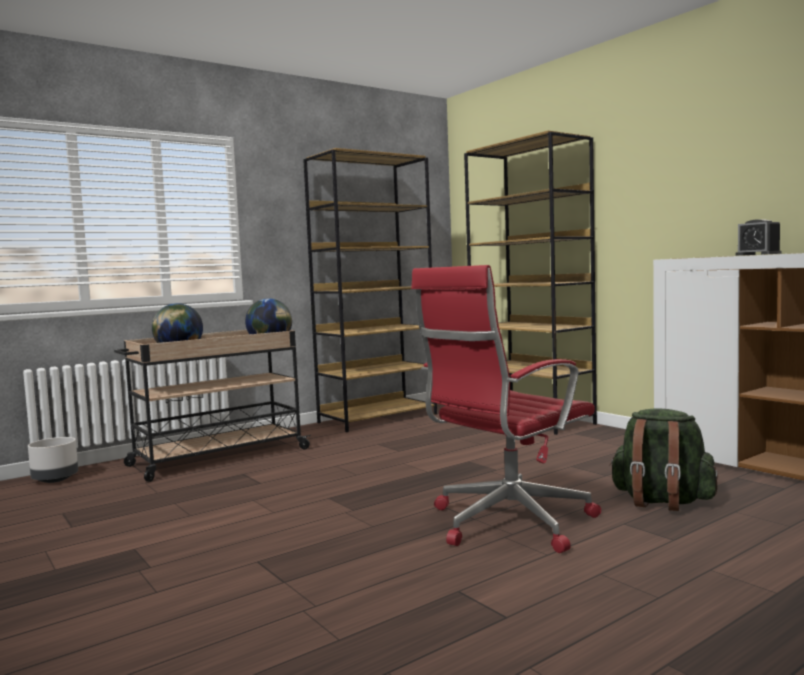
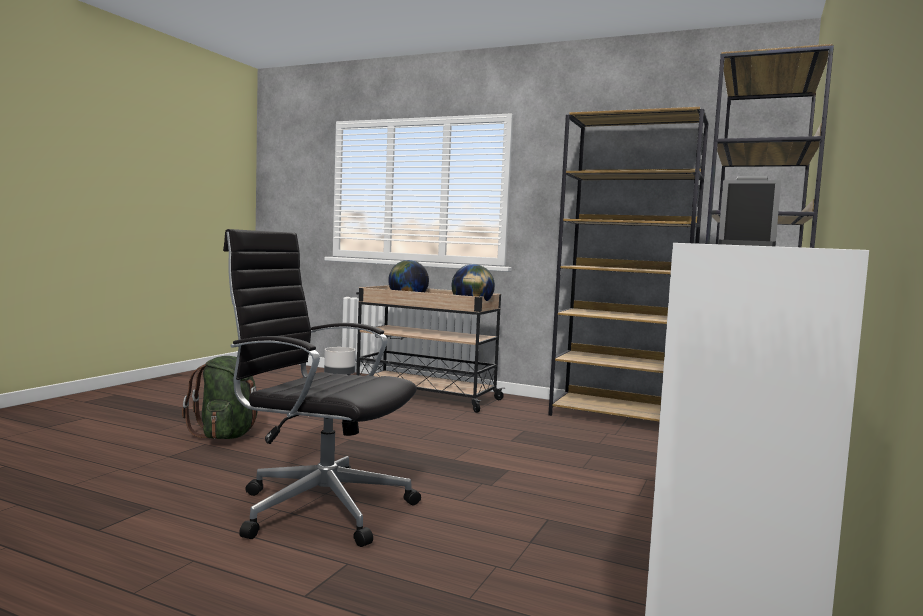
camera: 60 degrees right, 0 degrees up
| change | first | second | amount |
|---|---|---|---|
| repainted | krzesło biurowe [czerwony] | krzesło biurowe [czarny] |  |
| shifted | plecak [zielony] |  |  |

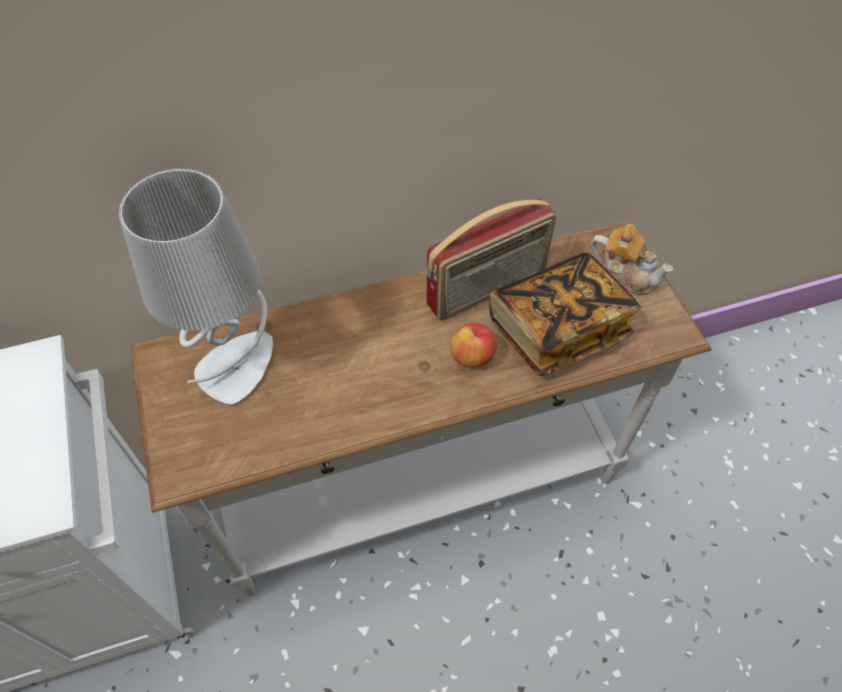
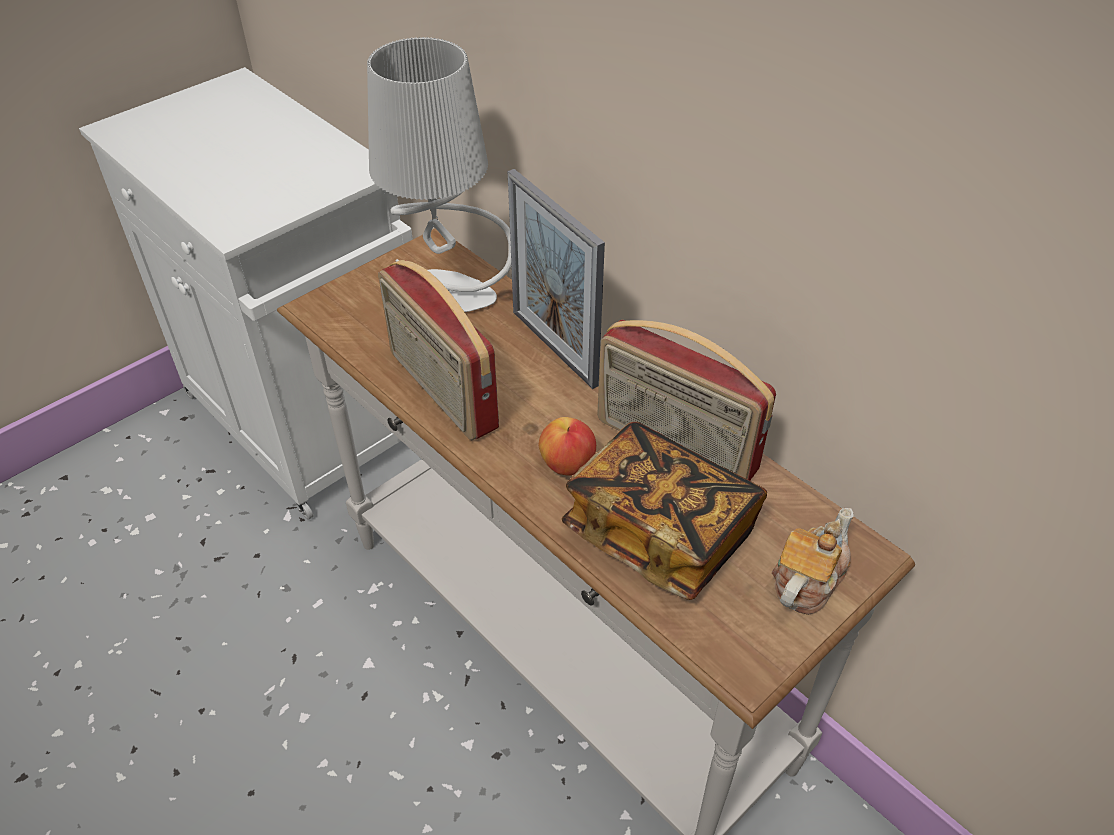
camera: 65 degrees right, 10 degrees down
| change | first | second | amount |
|---|---|---|---|
| rotated | imbryk |  | 150 degrees counterclockwise |
| new |  | radio (no. 1 from left) |  |
| new |  | ramka na zdjęcie |  |

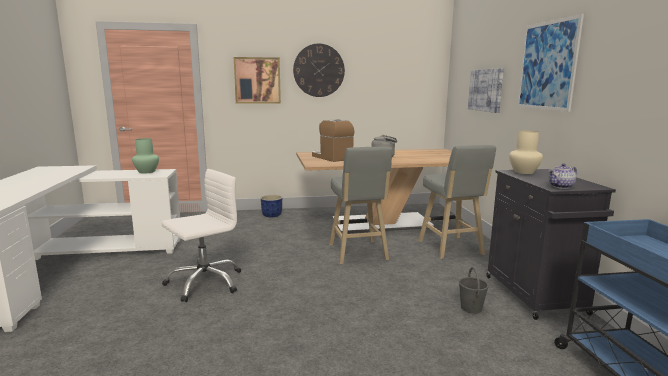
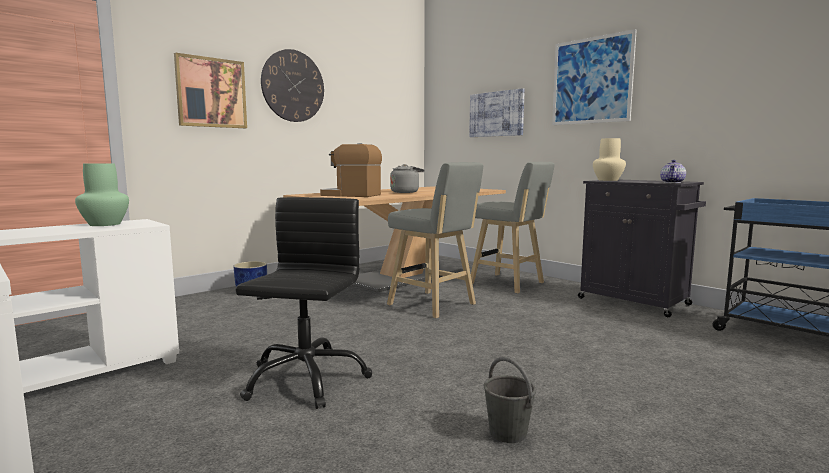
camera: 35 degrees left, 5 degrees down
| change | first | second | amount |
|---|---|---|---|
| repainted | krzesło biurowe [biały] | krzesło biurowe [czarny] |  |
| shifted | wiadro [szary] |  |  |

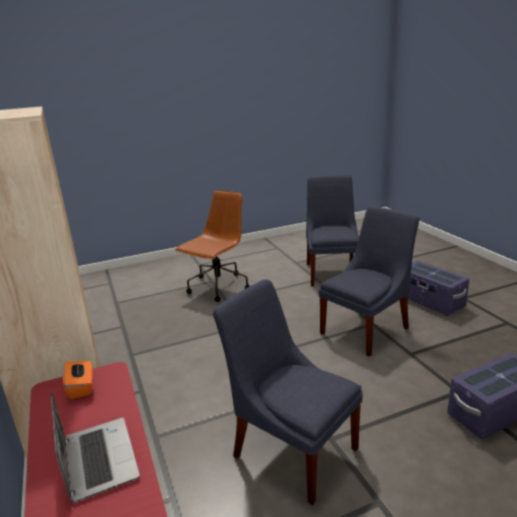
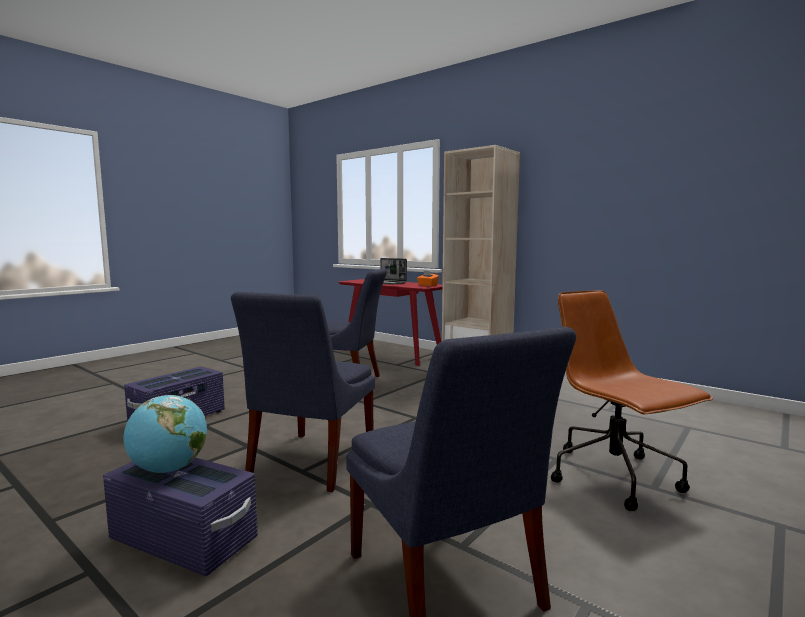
camera: 150 degrees right, 15 degrees down
| change | first | second | amount |
|---|---|---|---|
| rotated | krzesło biurowe [brązowy] |  | 150 degrees clockwise |
| new |  | globus |  |

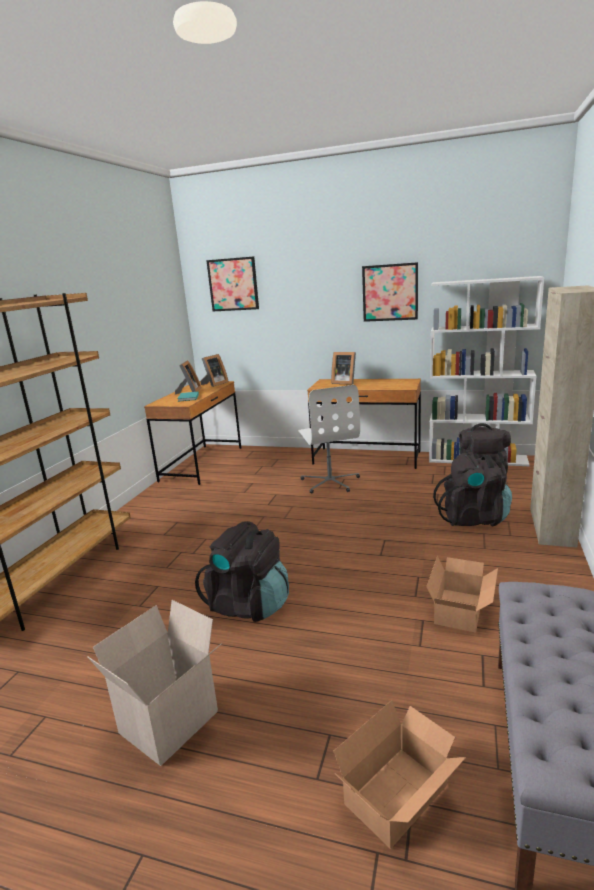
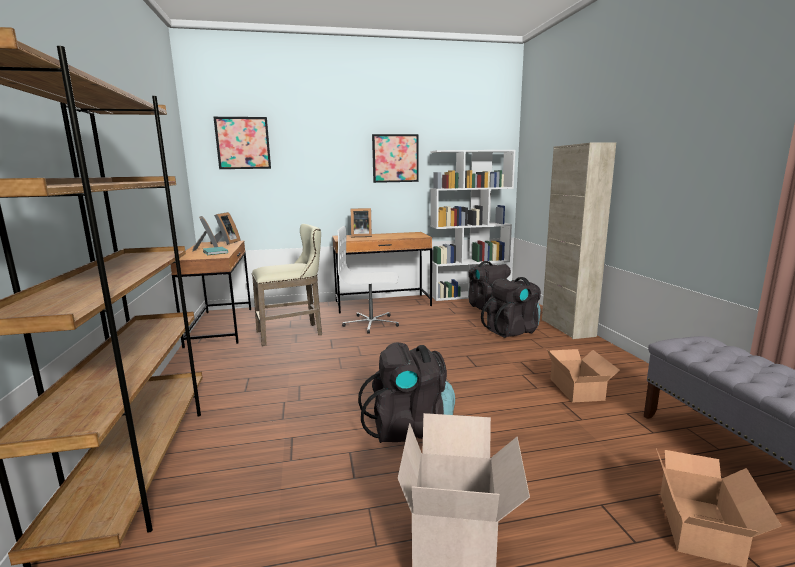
camera: 30 degrees left, 5 degrees down
| change | first | second | amount |
|---|---|---|---|
| rotated | krzesło biurowe [biały] |  | 135 degrees clockwise |
| new |  | stołek [beżowy] |  |

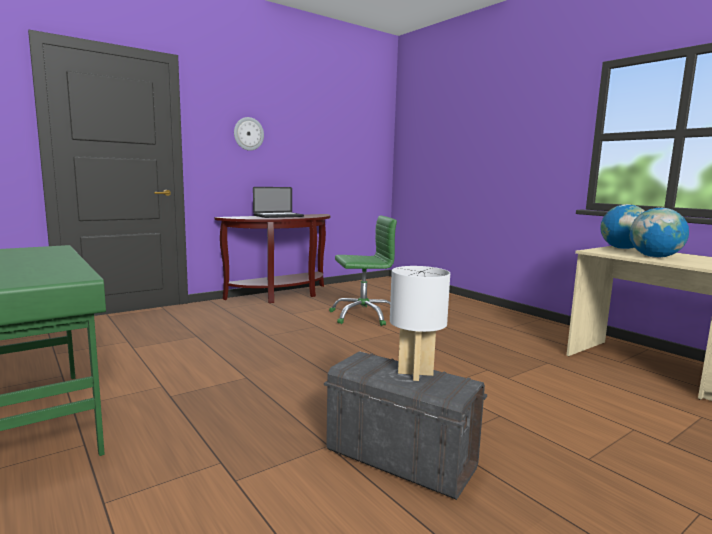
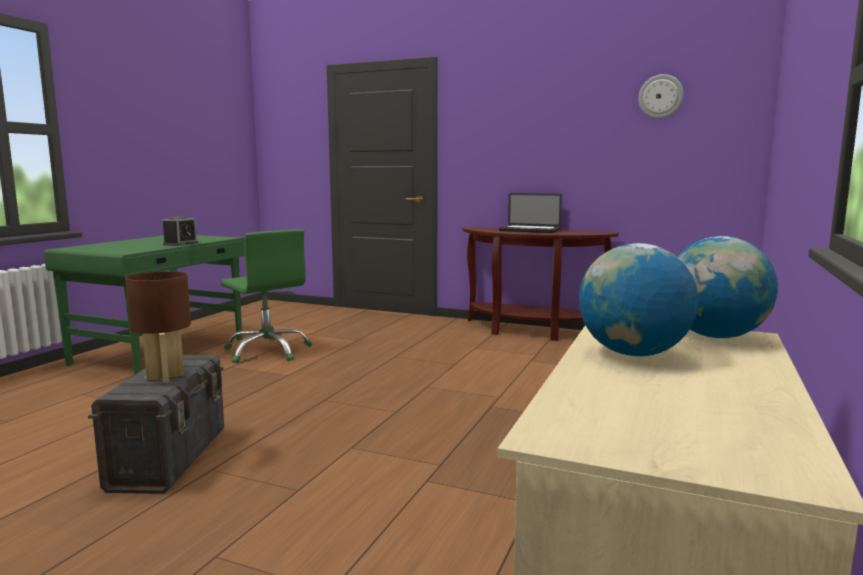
camera: 60 degrees right, 0 degrees up
| change | first | second | amount |
|---|---|---|---|
| shifted | zegar ścienny |  |  |
| shifted | krzesło biurowe [zielony] |  |  |
| repainted | lampa stołowa [biały] | lampa stołowa [brązowy] |  |
| new |  | budzik |  |

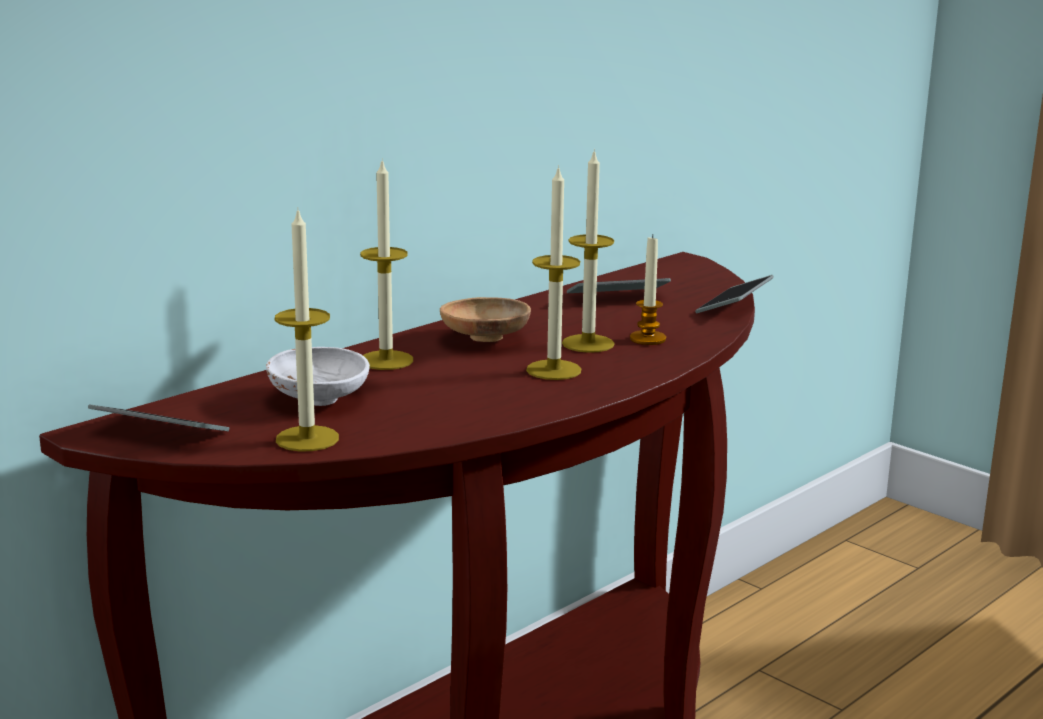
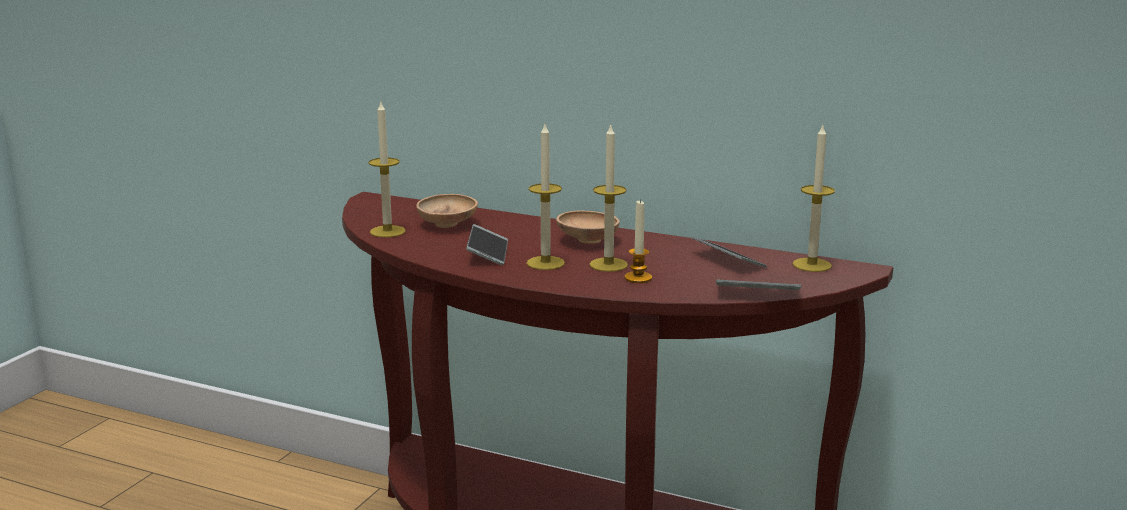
camera: 70 degrees right, 0 degrees up
| change | first | second | amount |
|---|---|---|---|
| shifted | telefon (no. 1 from left) |  |  |
| repainted | miska [biały] | miska [brązowy] (no. 1 from left) |  |
| shifted | świeca (no. 2 from left in the first image) | świeca (no. 5 from left) |  |

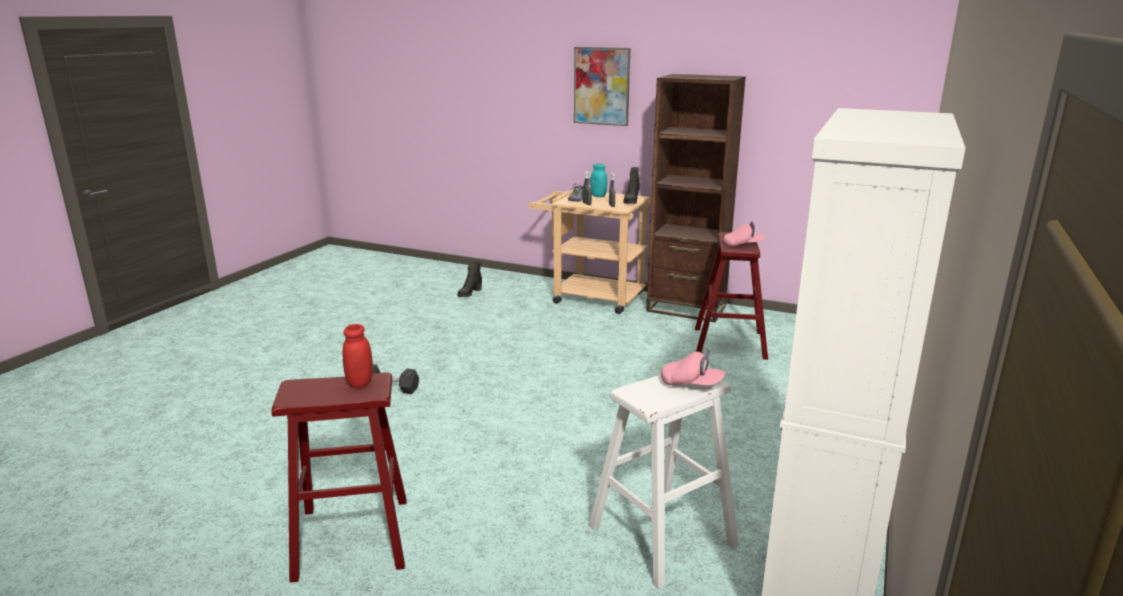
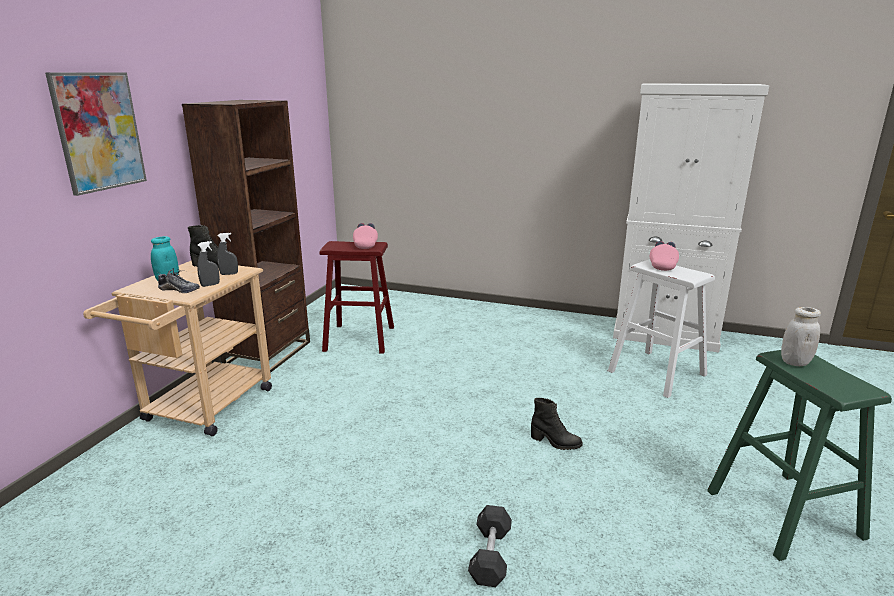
camera: 95 degrees left, 0 degrees up
| change | first | second | amount |
|---|---|---|---|
| repainted | stołek [czerwony] (no. 1 from left) | stołek [zielony] |  |
| repainted | słoik [czerwony] | słoik [biały] |  |
| shifted | but z cholewką [czarny] (no. 1 from left in the first image) | but z cholewką [czarny] (no. 2 from left) |  |

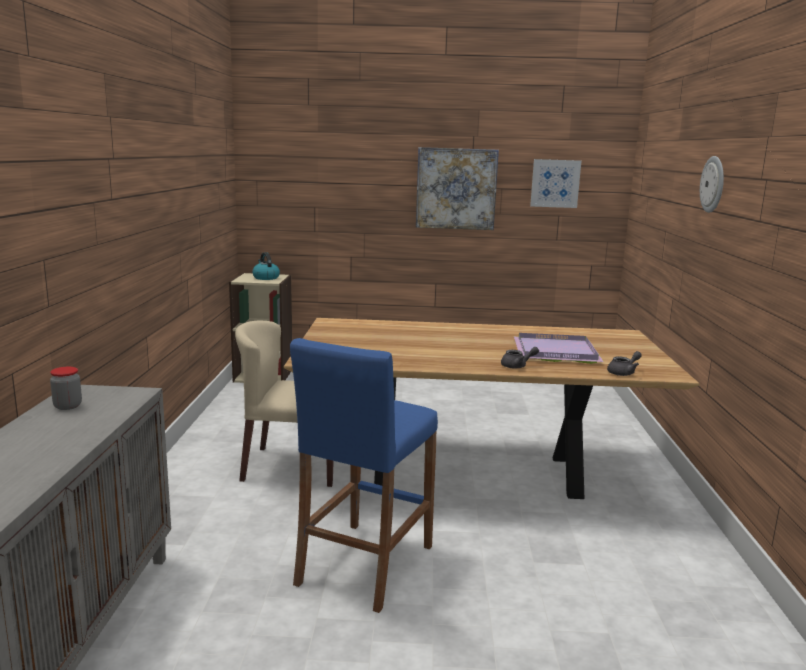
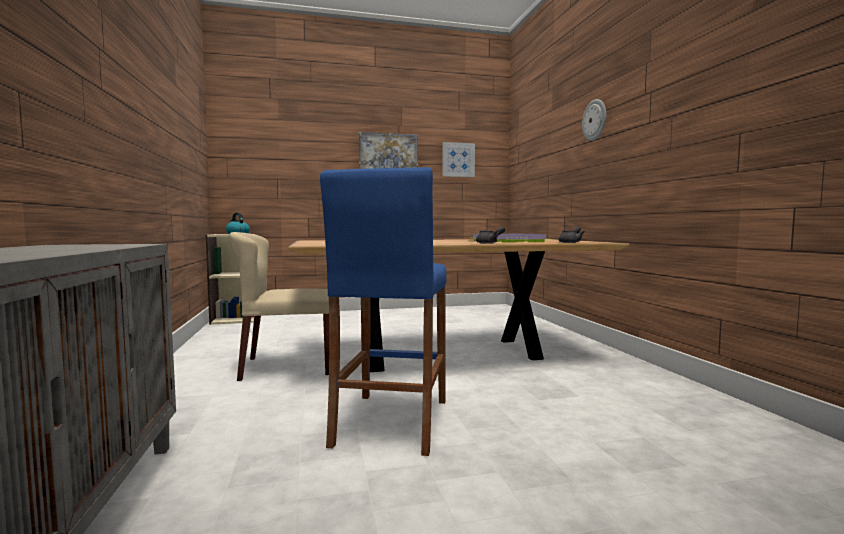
camera: 15 degrees left, 10 degrees down
| change | first | second | amount |
|---|---|---|---|
| gone | słoik |  |  |

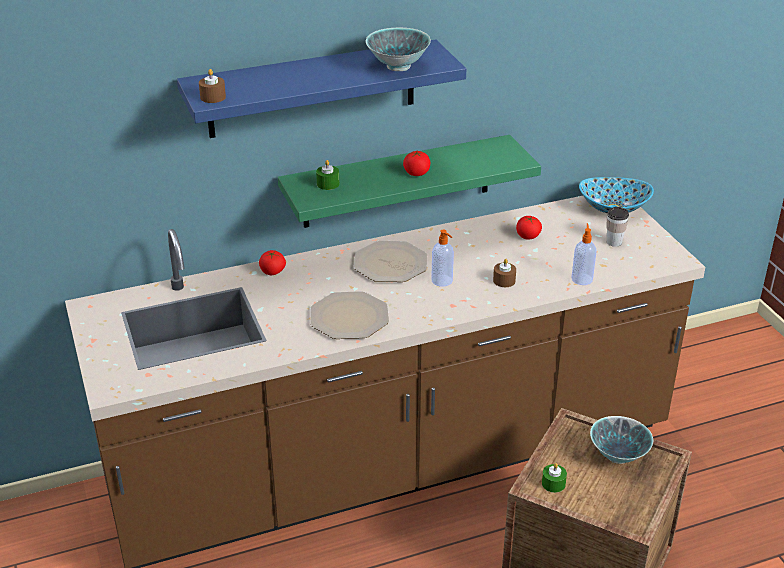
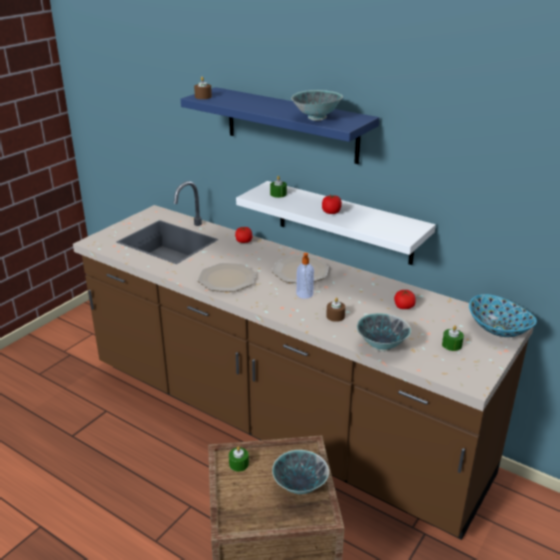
camera: 55 degrees right, 5 degrees down
| change | first | second | amount |
|---|---|---|---|
| repainted | półka [zielony] | półka [biały] |  |
| swapped | dozownik mydła (no. 2 from left) | miska (no. 3 from left) |  |
| swapped | filiżanka | świeca [zielony] (no. 3 from left) |  |

